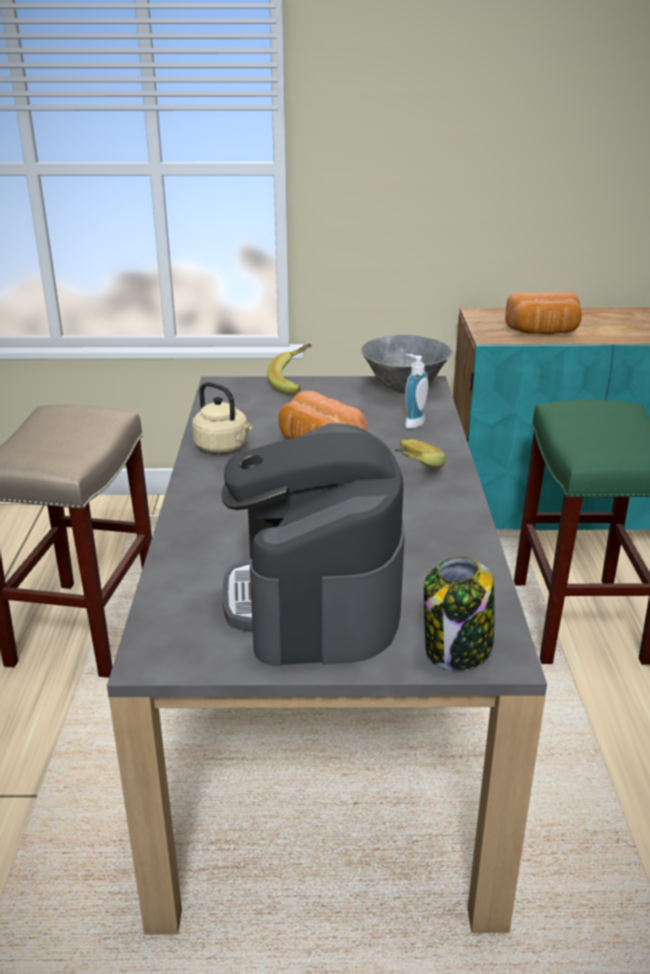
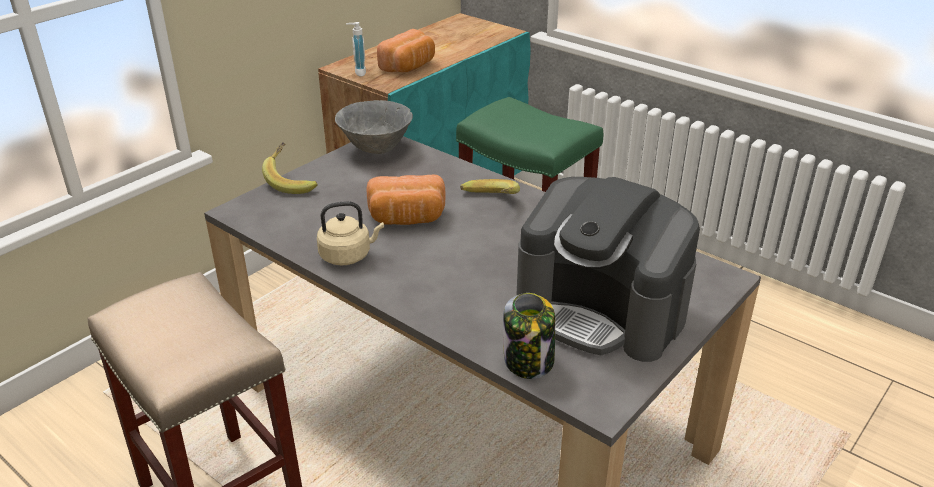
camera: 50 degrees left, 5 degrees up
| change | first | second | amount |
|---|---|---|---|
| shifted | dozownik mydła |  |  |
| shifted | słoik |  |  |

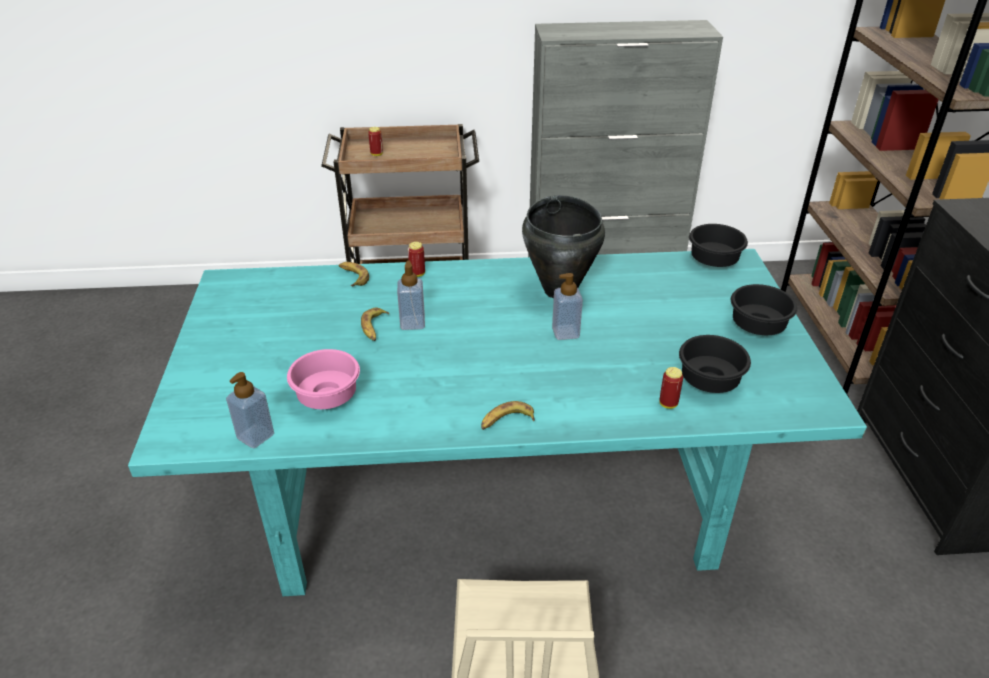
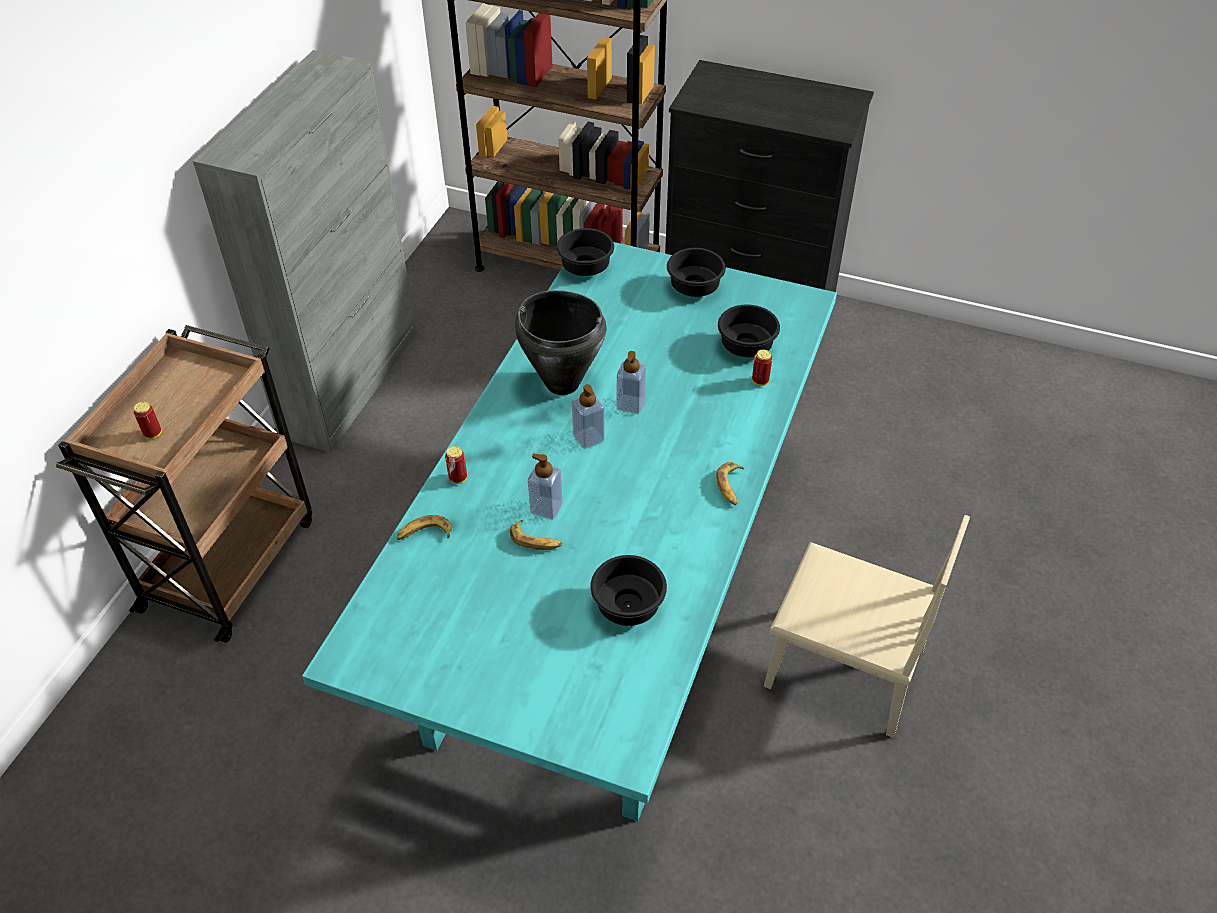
camera: 65 degrees left, 10 degrees up
| change | first | second | amount |
|---|---|---|---|
| shifted | dozownik mydła (no. 1 from left in the first image) | dozownik mydła (no. 2 from left) |  |
| repainted | miska [różowy] | miska [czarny] (no. 2 from left) |  |

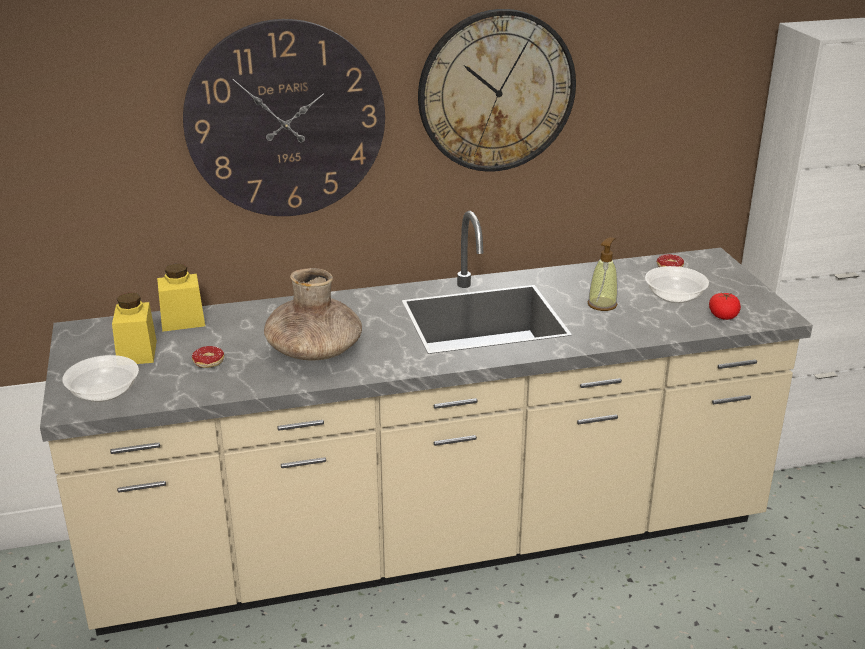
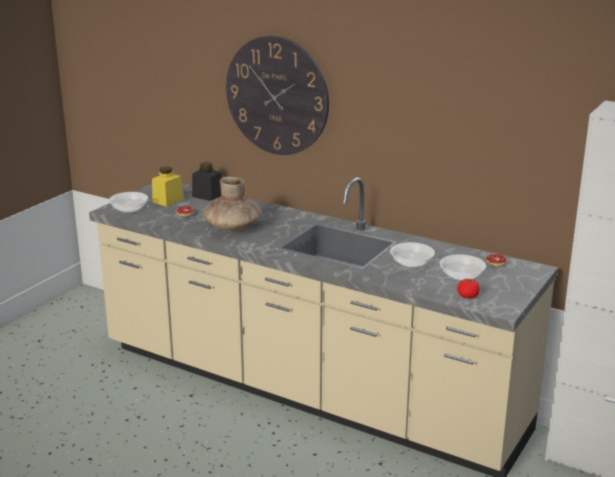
camera: 45 degrees right, 5 degrees down
| change | first | second | amount |
|---|---|---|---|
| repainted | słoik [żółty] (no. 2 from left) | słoik [czarny] |  |
| gone | zegar ścienny (no. 2 from left) |  |  |
| swapped | dozownik mydła | miska (no. 2 from left) |  |

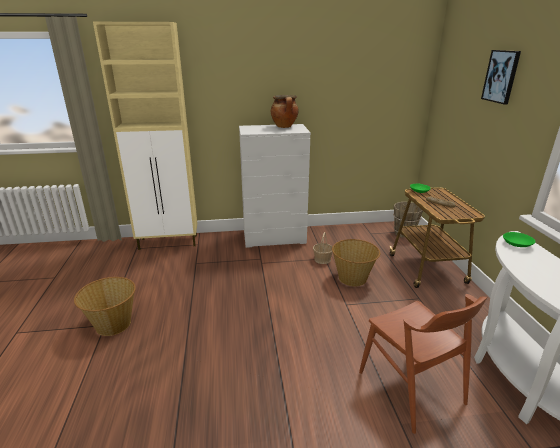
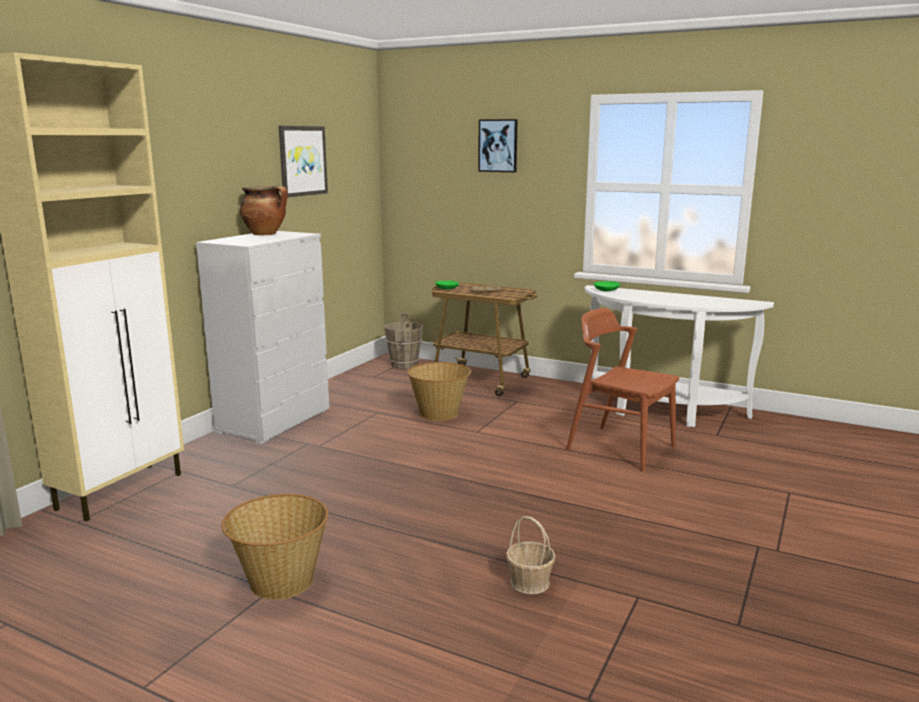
camera: 55 degrees left, 10 degrees down
| change | first | second | amount |
|---|---|---|---|
| shifted | koszyk (no. 2 from left in the first image) | koszyk (no. 3 from left) |  |
| rotated | krzesło [brązowy] |  | 150 degrees counterclockwise |
| new |  | obraz (no. 1 from left) |  |

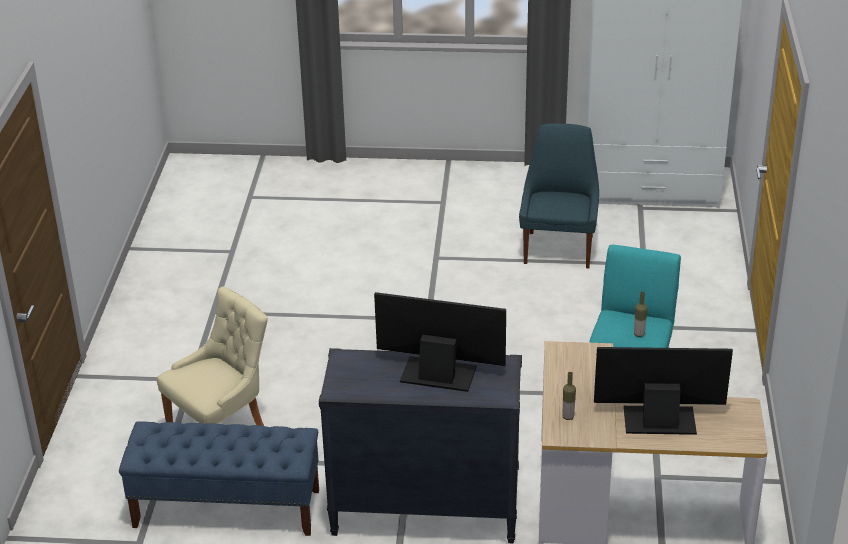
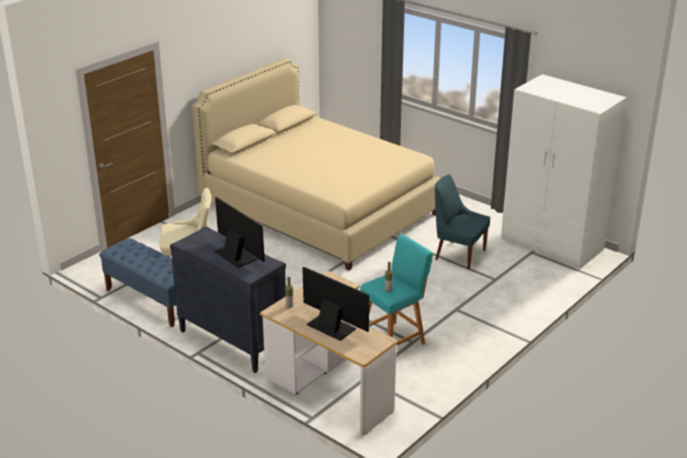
camera: 35 degrees right, 5 degrees down
| change | first | second | amount |
|---|---|---|---|
| rotated | krzesło [niebieski] |  | 105 degrees counterclockwise |
| new |  | łóżko [beżowy] |  |

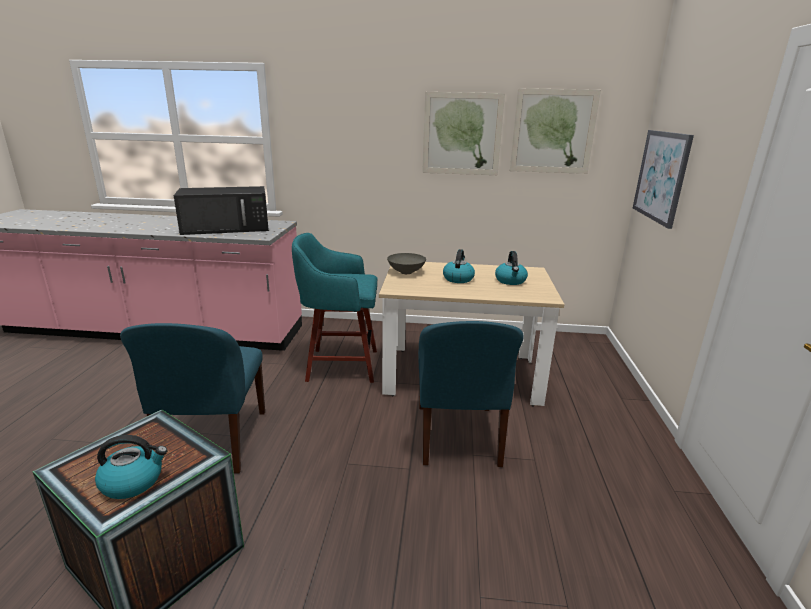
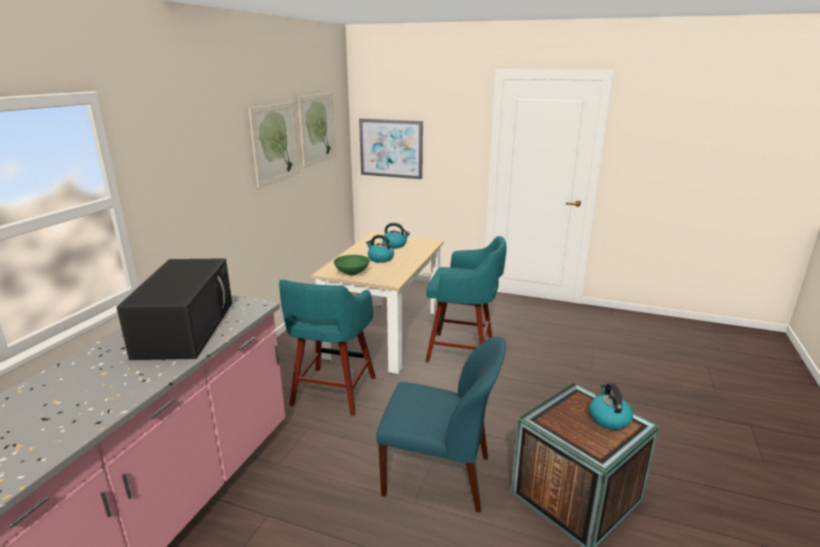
camera: 75 degrees left, 0 degrees up
| change | first | second | amount |
|---|---|---|---|
| repainted | miska [szary] | miska [zielony] |  |
| swapped | krzesło [niebieski] (no. 2 from left) | stołek [turkusowy] (no. 2 from left) |  |

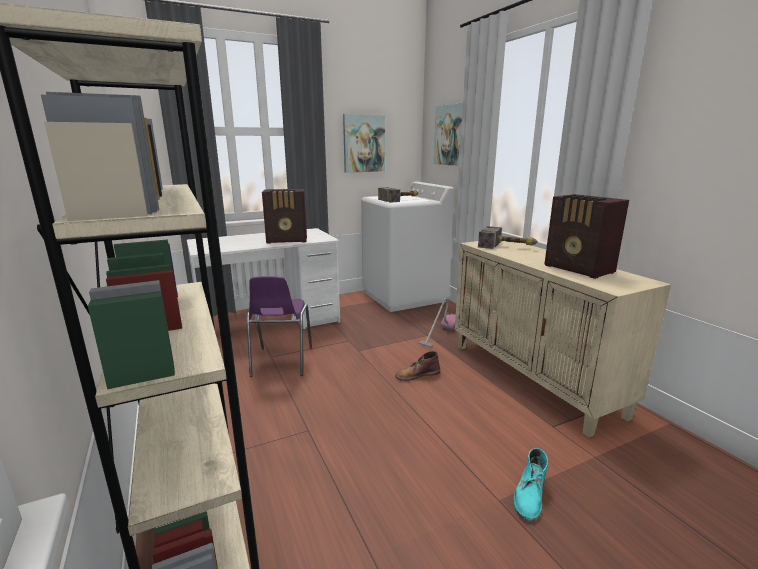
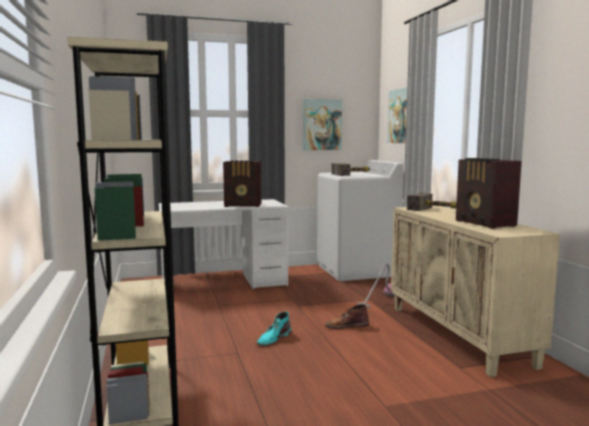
camera: 10 degrees right, 10 degrees down
| change | first | second | amount |
|---|---|---|---|
| gone | krzesło [fioletowy] |  |  |
| shifted | but z cholewką [turkusowy] |  |  |

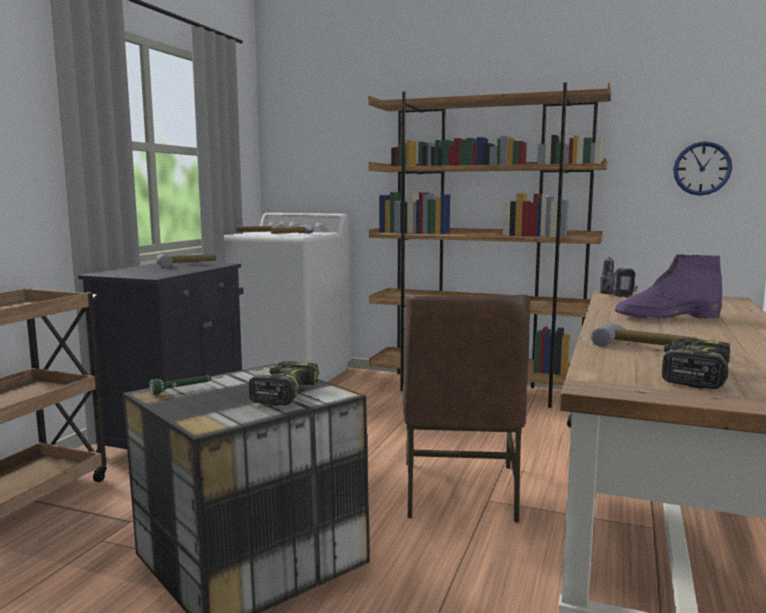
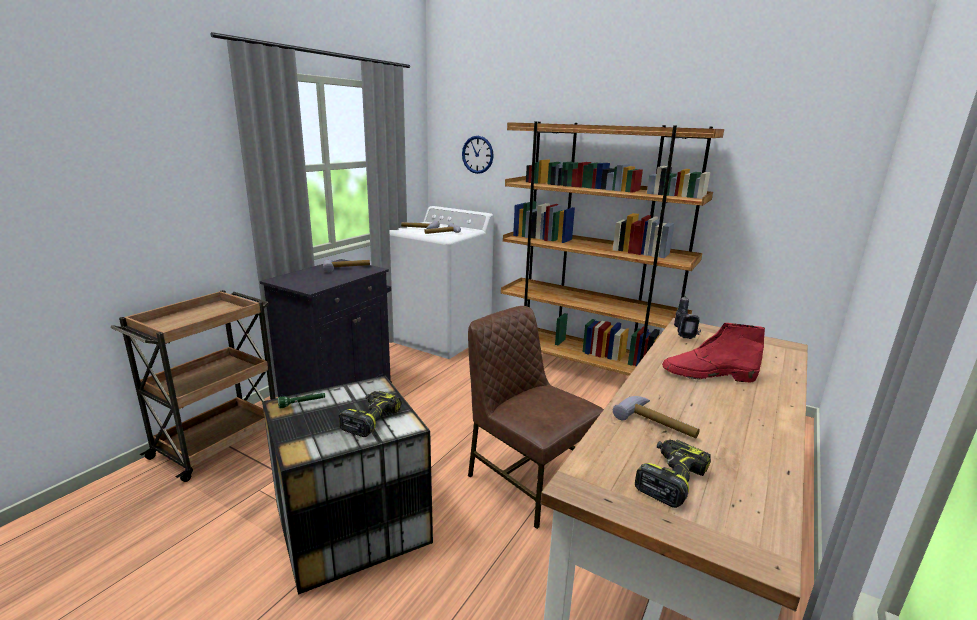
camera: 10 degrees right, 10 degrees up
| change | first | second | amount |
|---|---|---|---|
| rotated | krzesło [brązowy] |  | 120 degrees clockwise |
| repainted | but z cholewką [fioletowy] | but z cholewką [czerwony] |  |
| shifted | zegar ścienny |  |  |

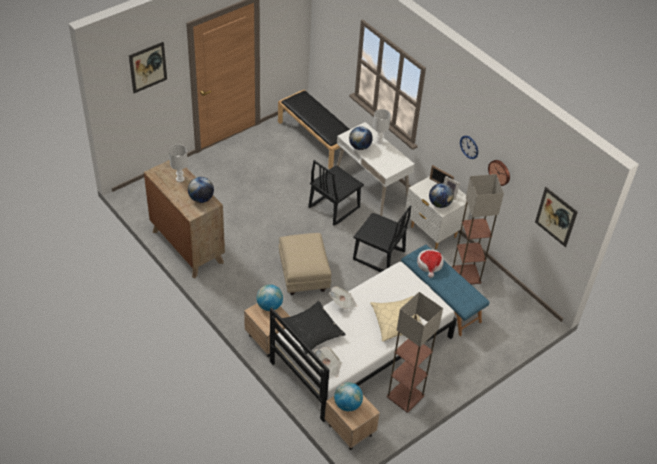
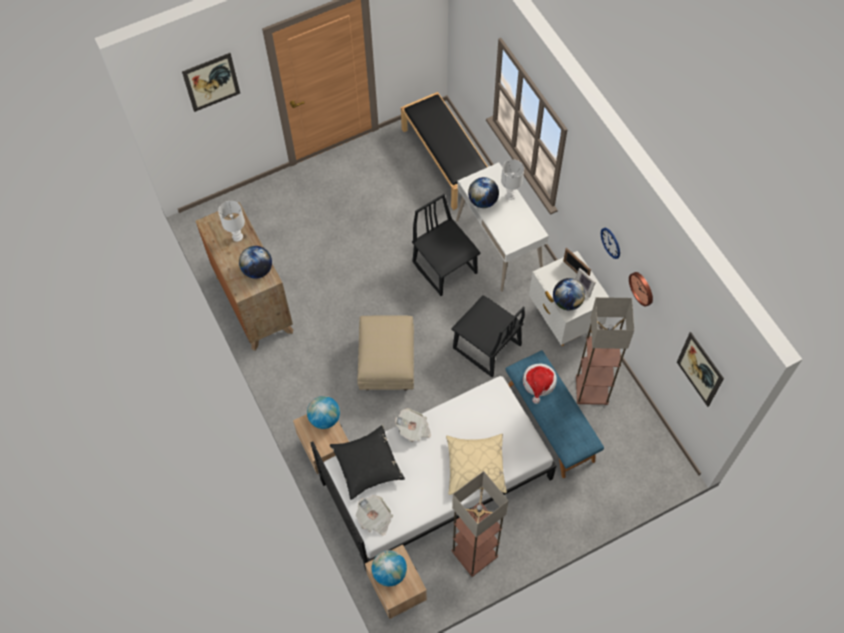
camera: 15 degrees right, 15 degrees up
| change | first | second | amount |
|---|---|---|---|
| rotated | krzesło [czarny] (no. 1 from left) |  | 90 degrees clockwise |

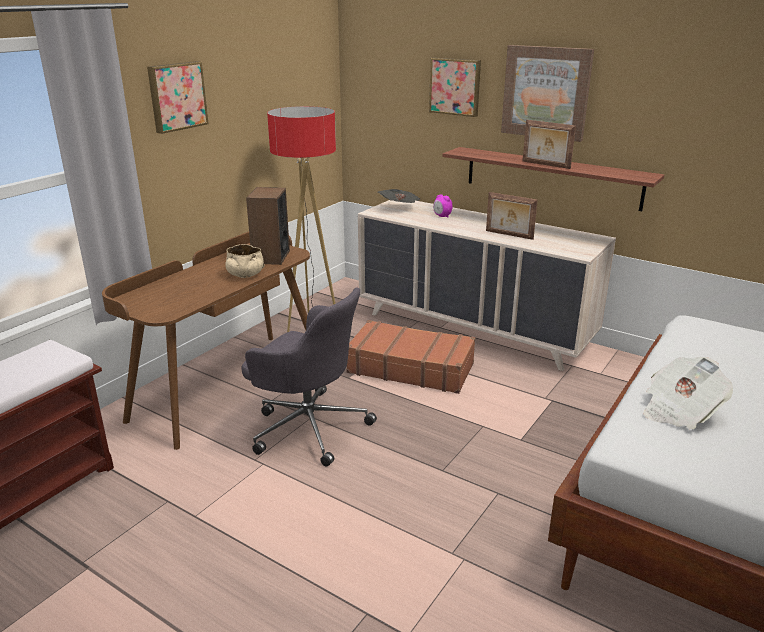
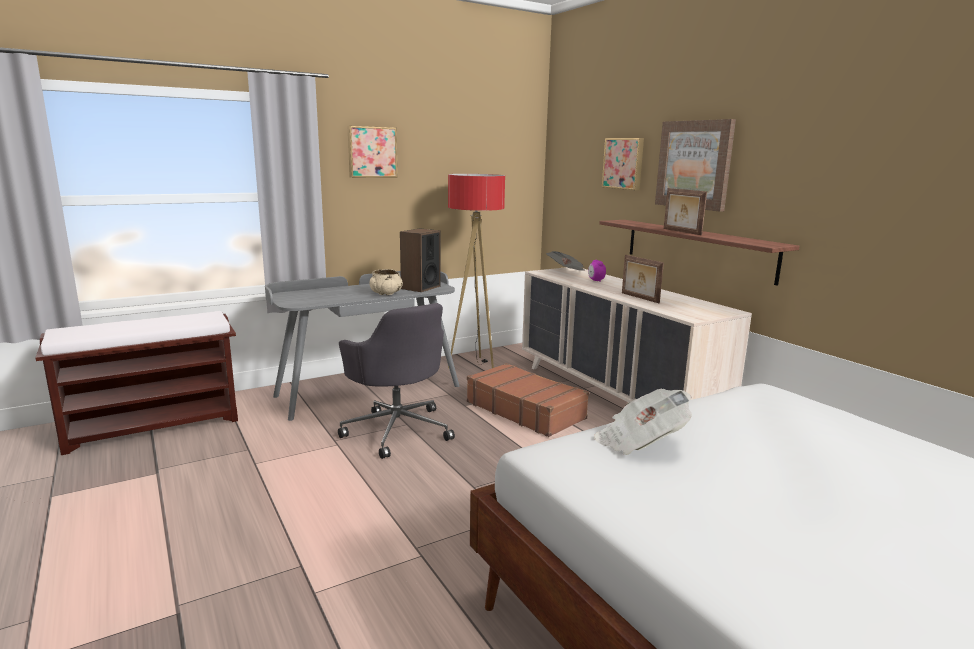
camera: 25 degrees right, 10 degrees down
| change | first | second | amount |
|---|---|---|---|
| repainted | biurko [brązowy] | biurko [szary] |  |

